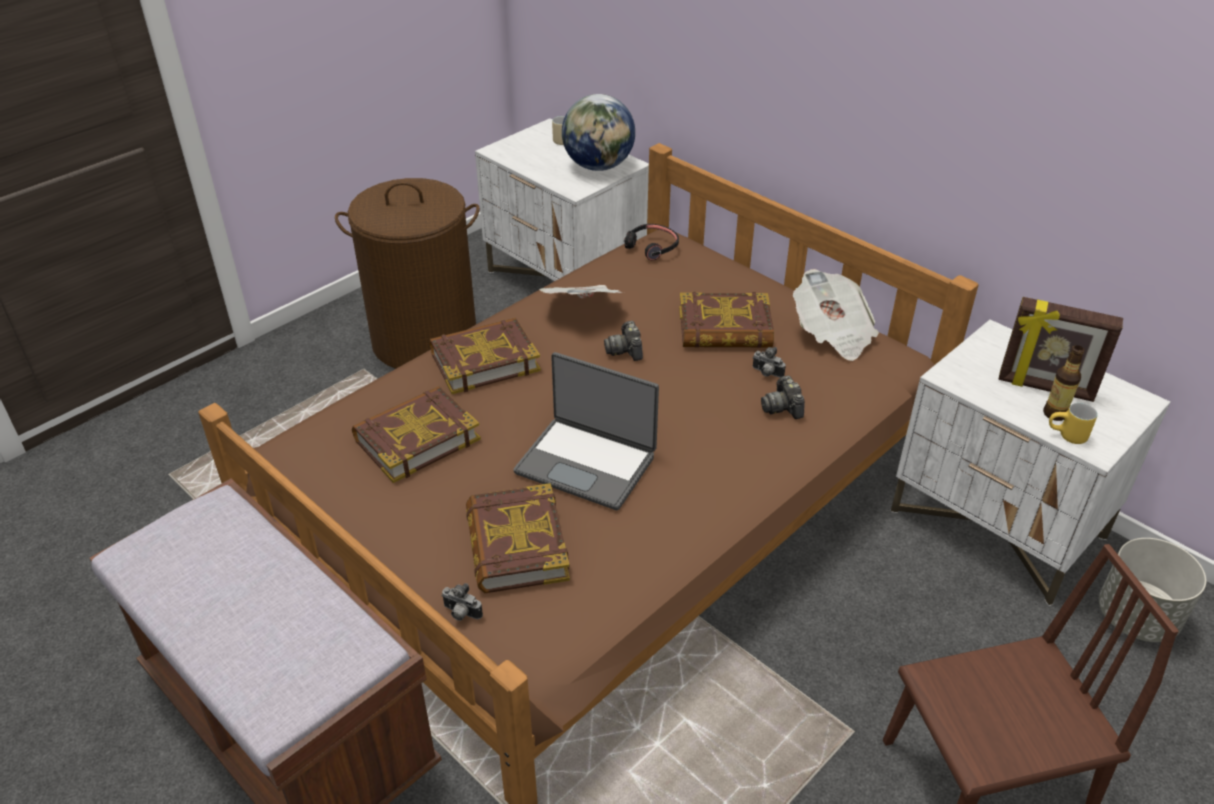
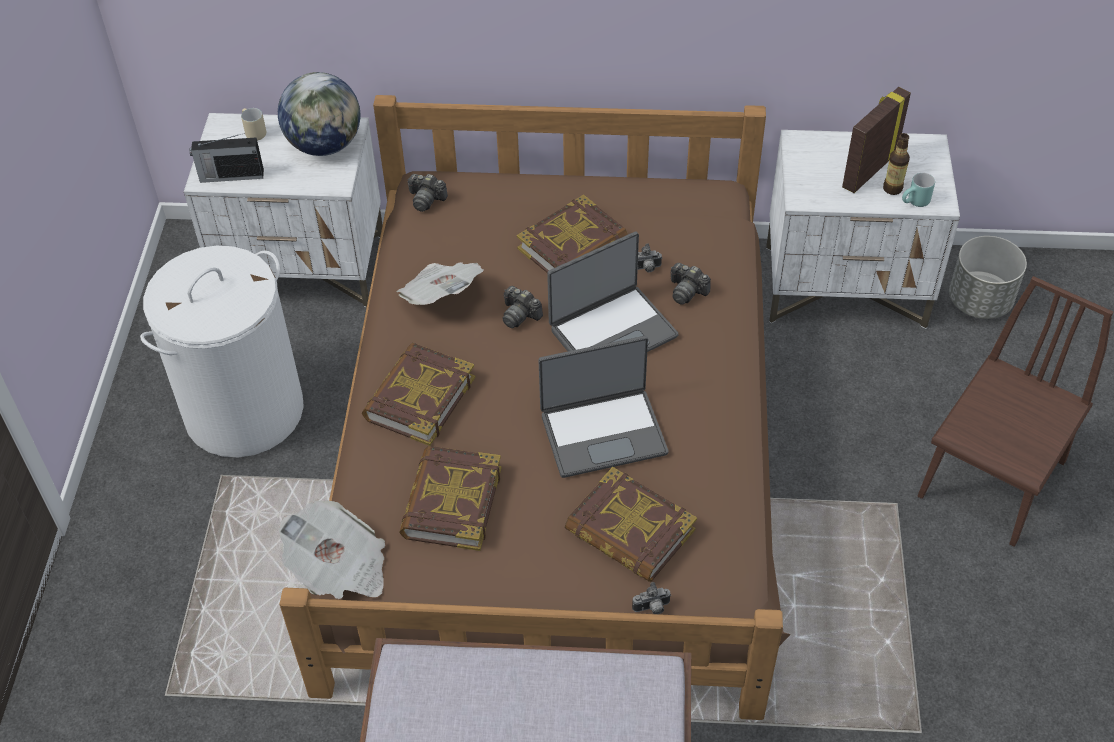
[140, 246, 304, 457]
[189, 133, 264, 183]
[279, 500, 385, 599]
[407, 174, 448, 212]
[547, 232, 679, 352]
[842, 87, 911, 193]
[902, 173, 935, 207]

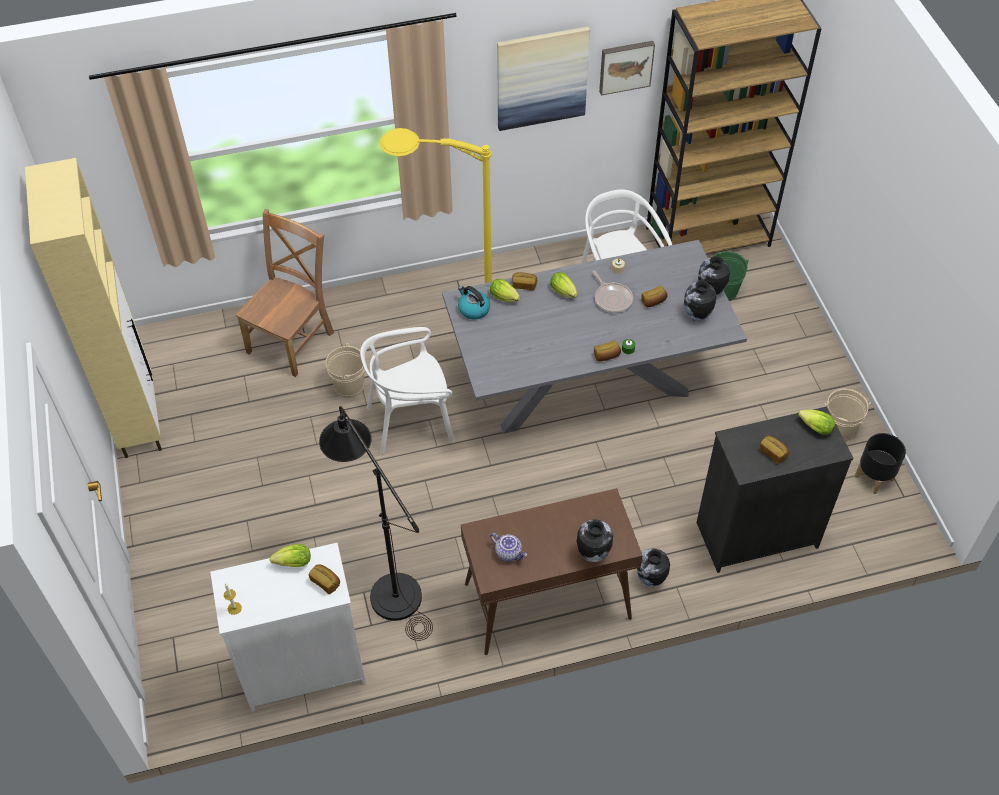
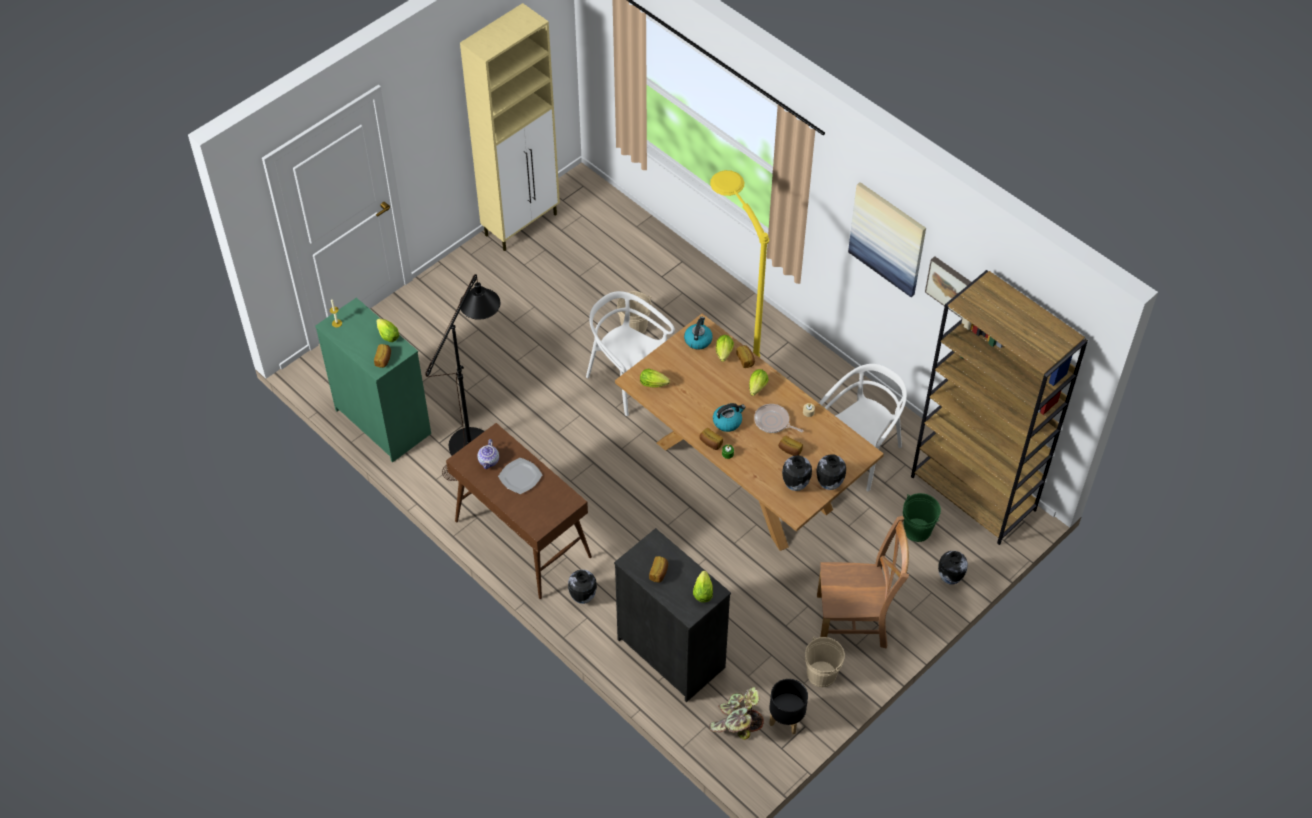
[315, 298, 431, 463]
[498, 458, 542, 494]
[615, 314, 884, 551]
[640, 369, 670, 388]
[709, 687, 764, 740]
[713, 403, 746, 432]
[754, 404, 804, 433]
[817, 516, 909, 649]
[938, 551, 968, 585]

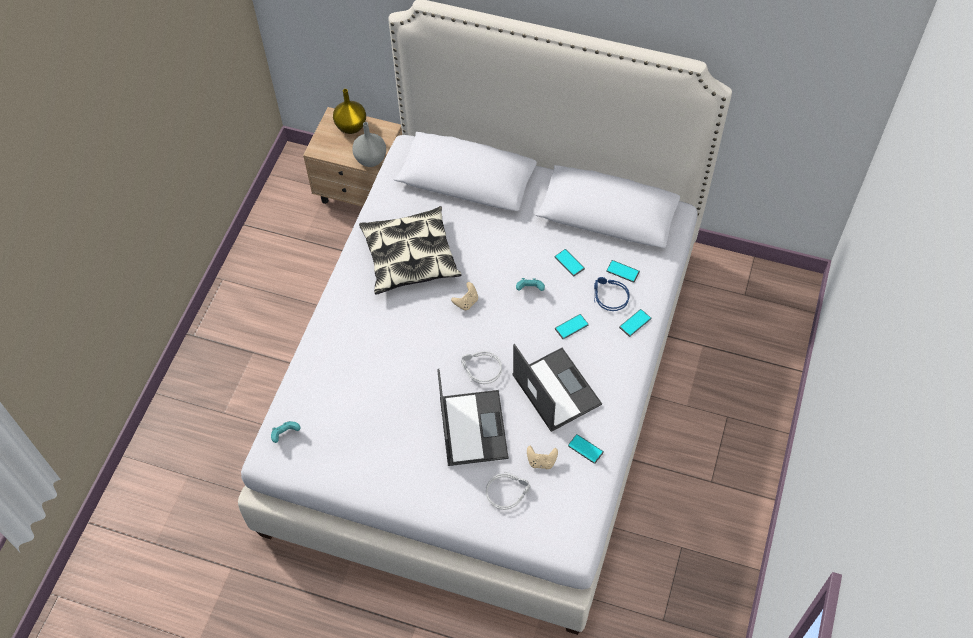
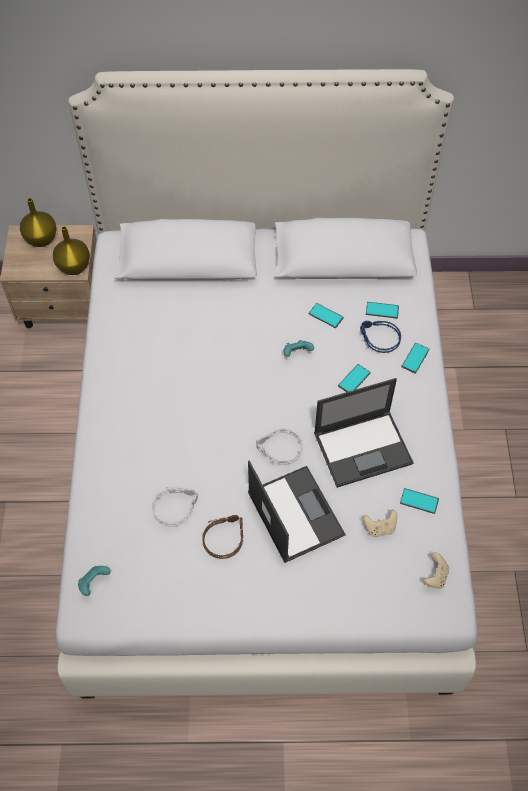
[53, 226, 90, 275]
[152, 487, 198, 527]
[202, 515, 243, 559]
[314, 378, 414, 488]
[423, 553, 450, 589]
[359, 206, 462, 294] (first image)

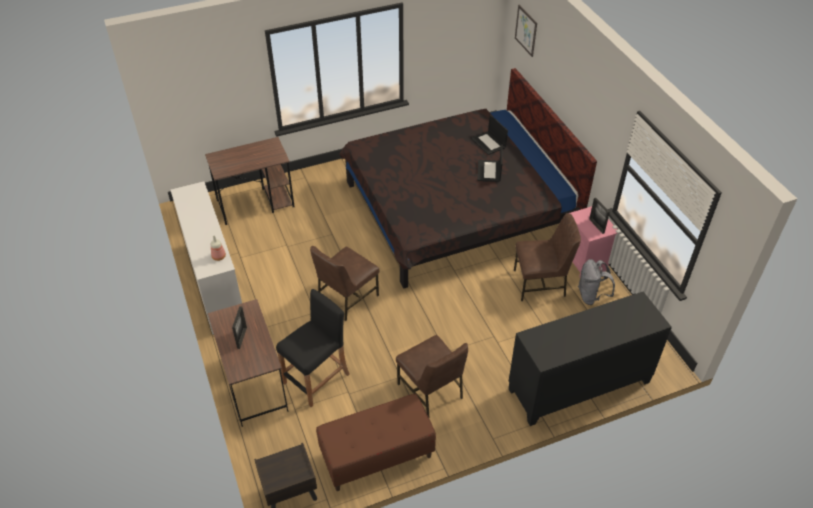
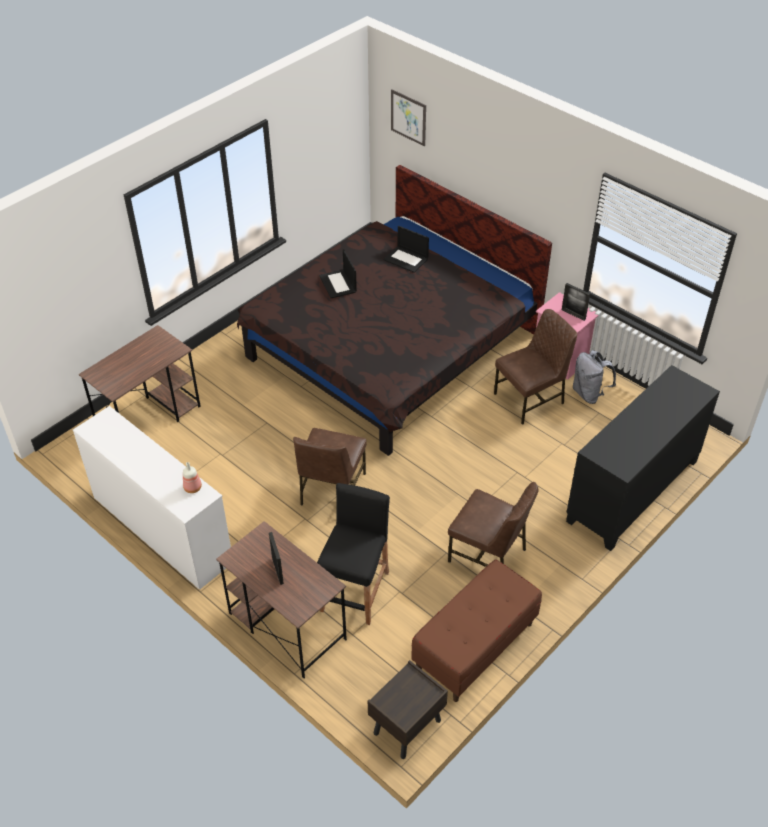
[319, 249, 357, 298]

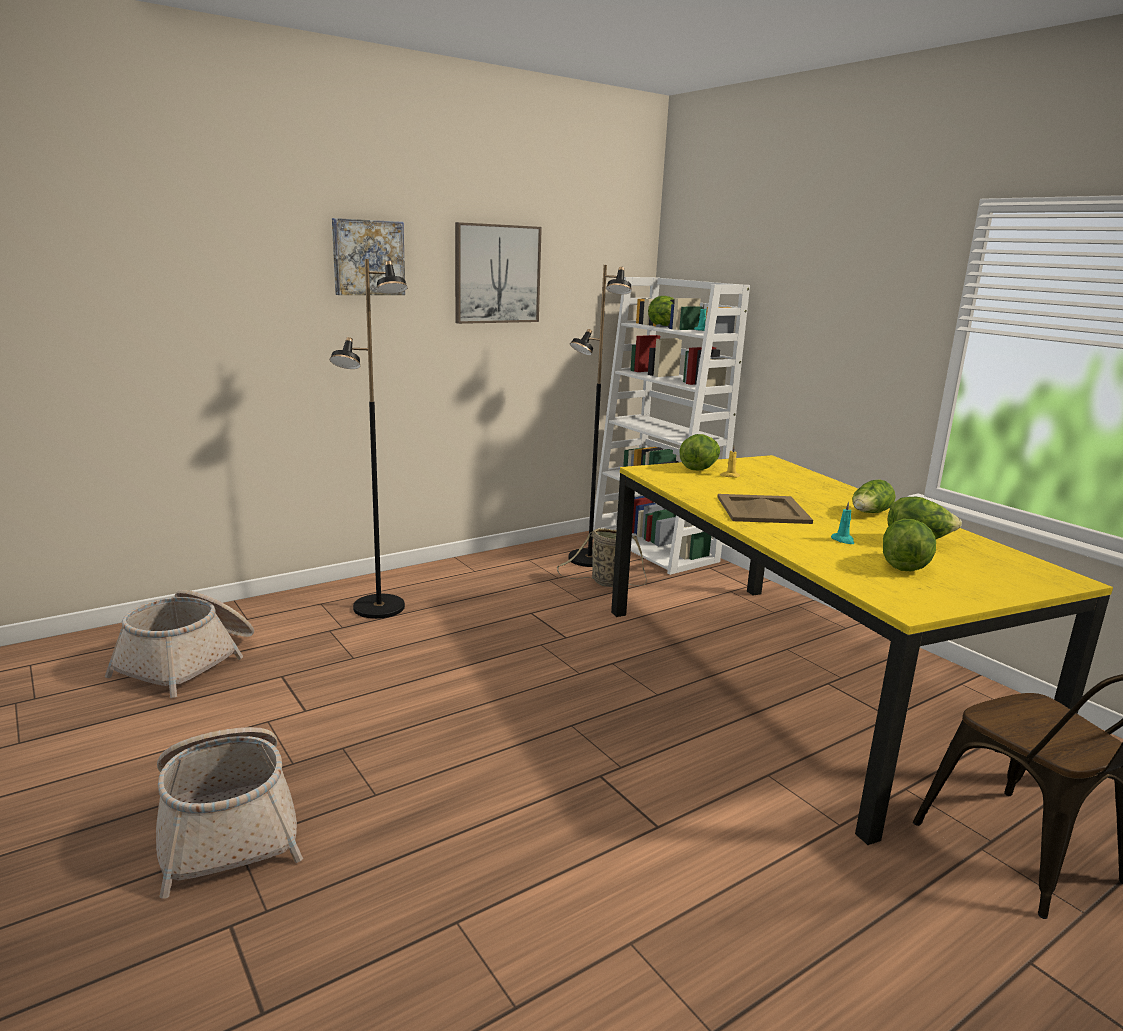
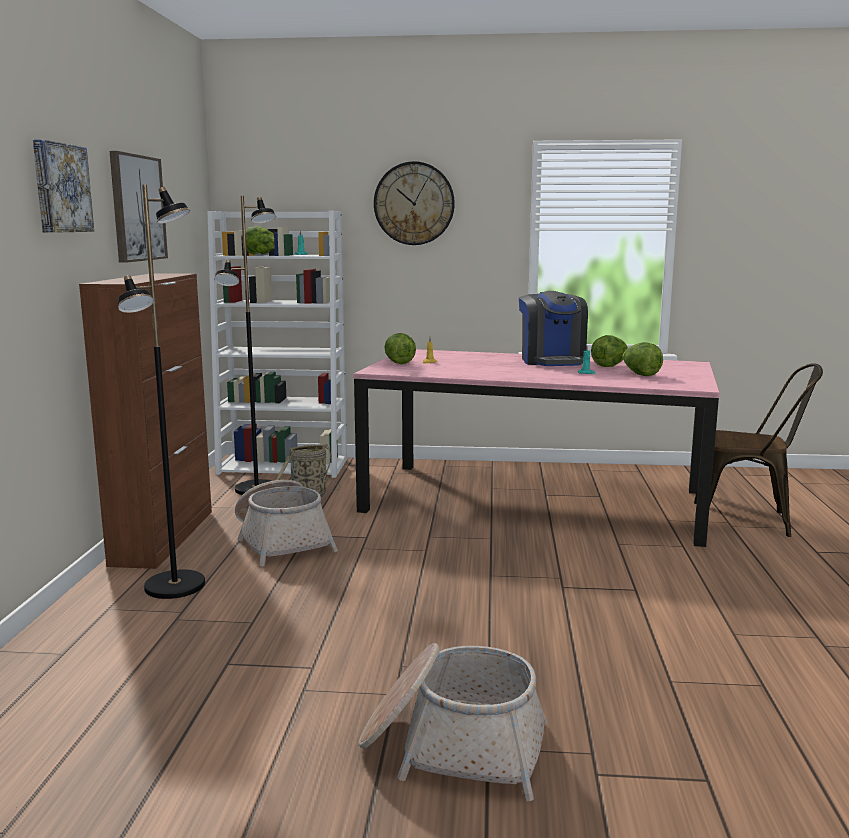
[79, 273, 212, 569]
[235, 480, 338, 567]
[354, 349, 719, 547]
[374, 161, 455, 245]
[519, 291, 588, 366]
[717, 494, 813, 524] (first image)

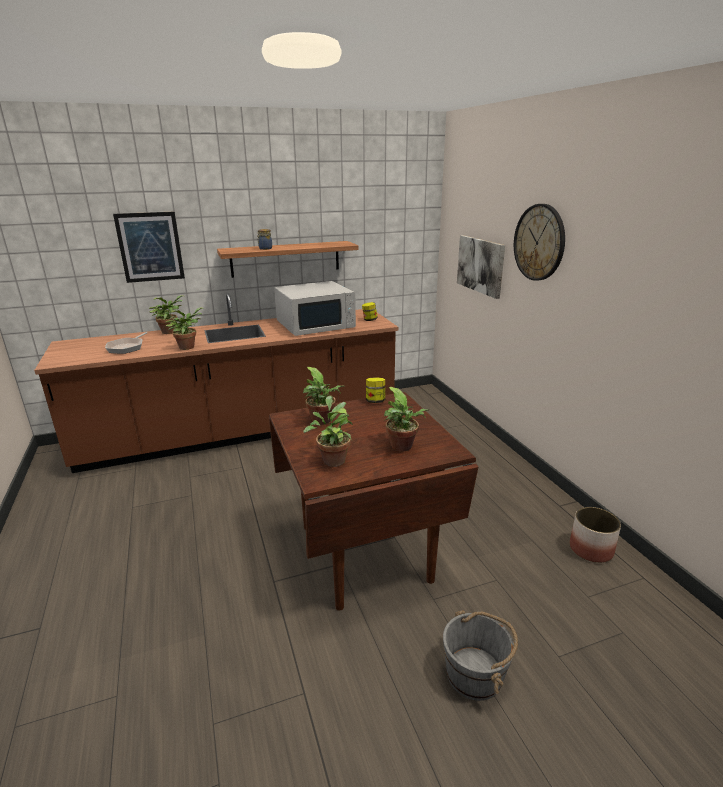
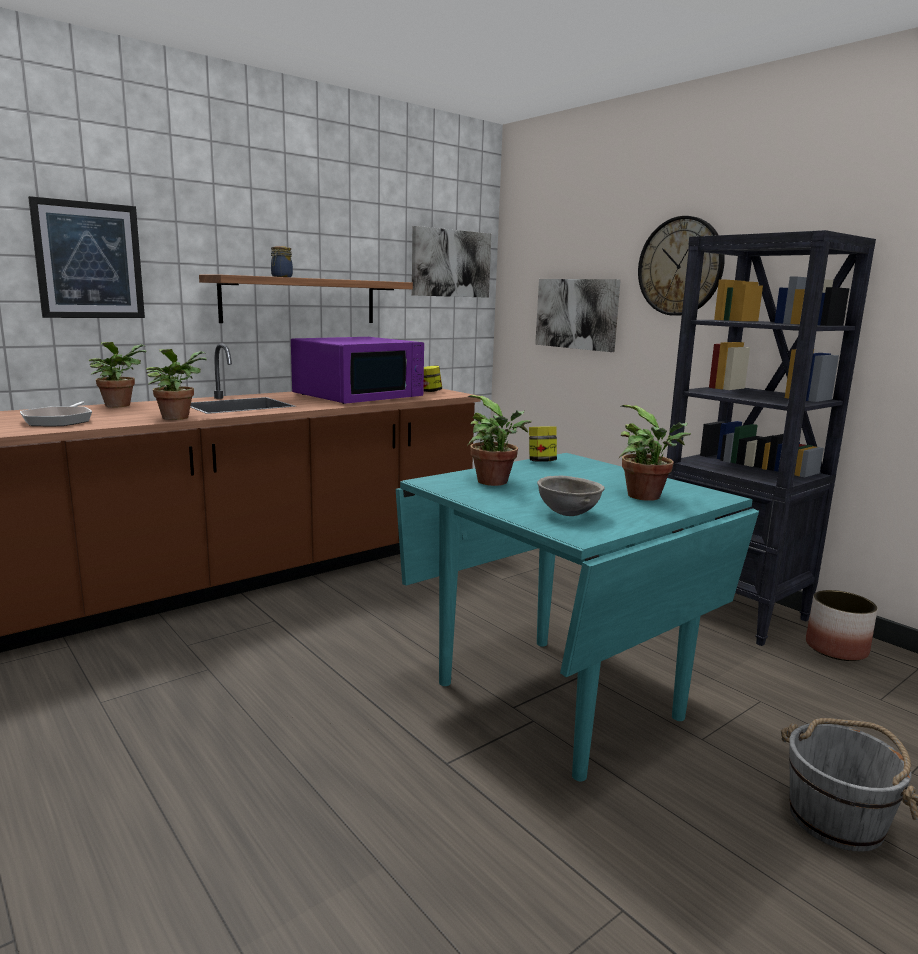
[291, 337, 424, 404]
[396, 453, 759, 781]
[412, 226, 491, 298]
[537, 476, 605, 516]
[667, 230, 876, 646]

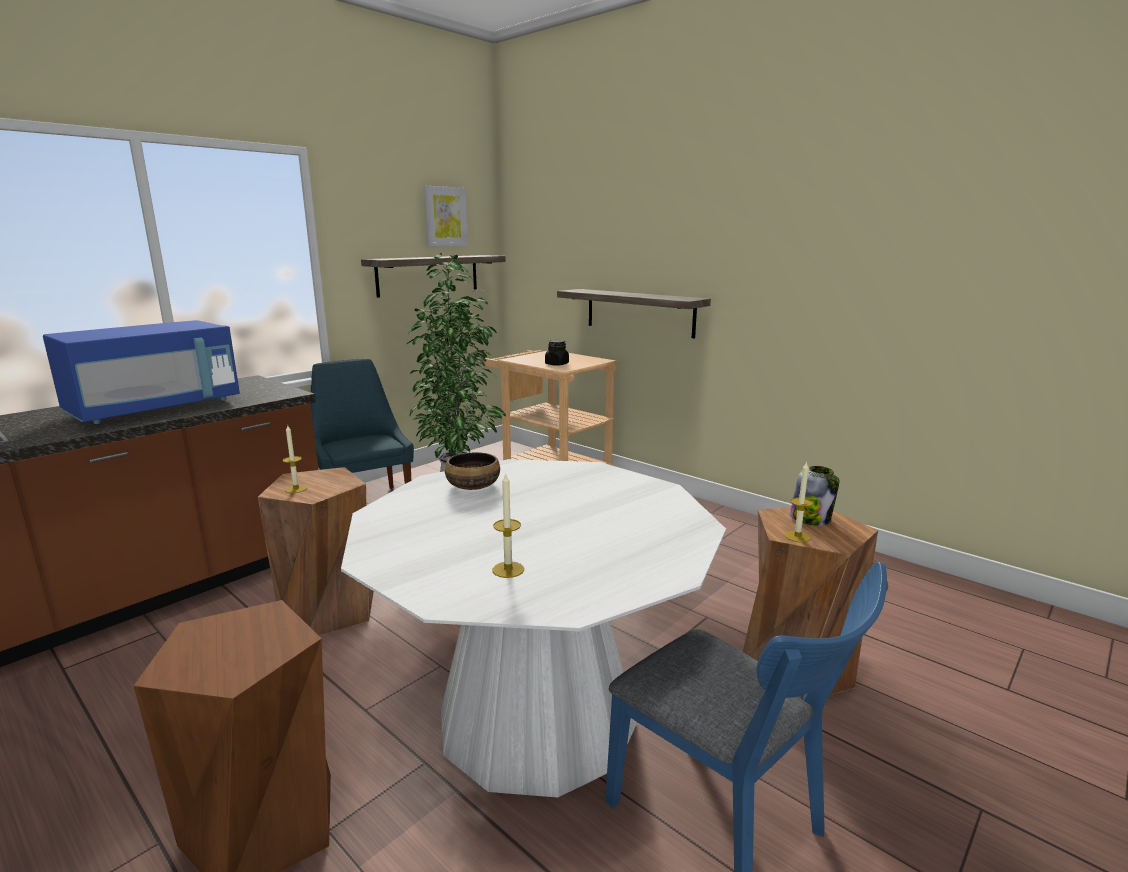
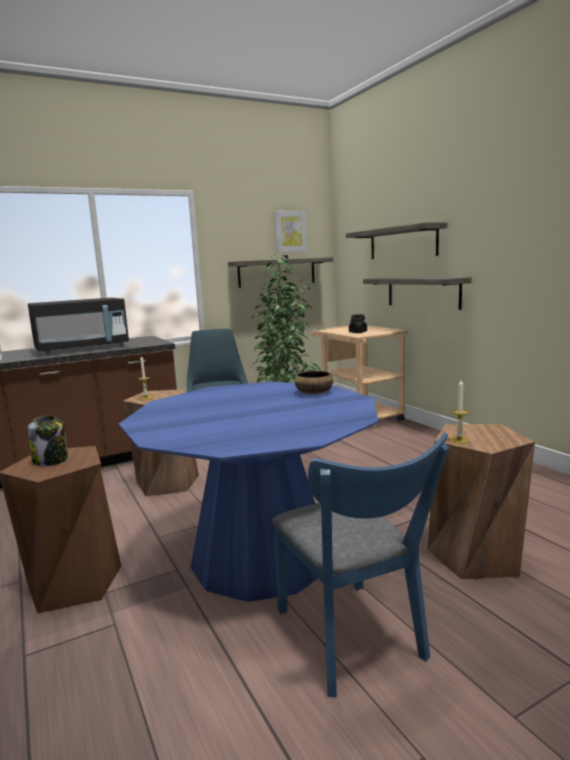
[28, 298, 129, 355]
[28, 416, 68, 466]
[118, 382, 378, 602]
[295, 371, 333, 394]
[346, 222, 448, 259]
[493, 472, 524, 578] (first image)

